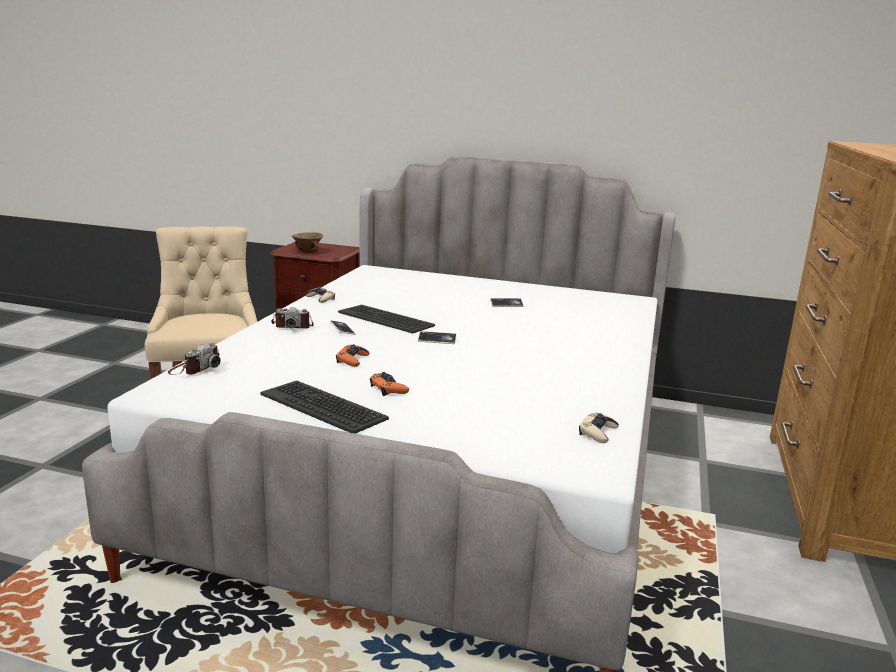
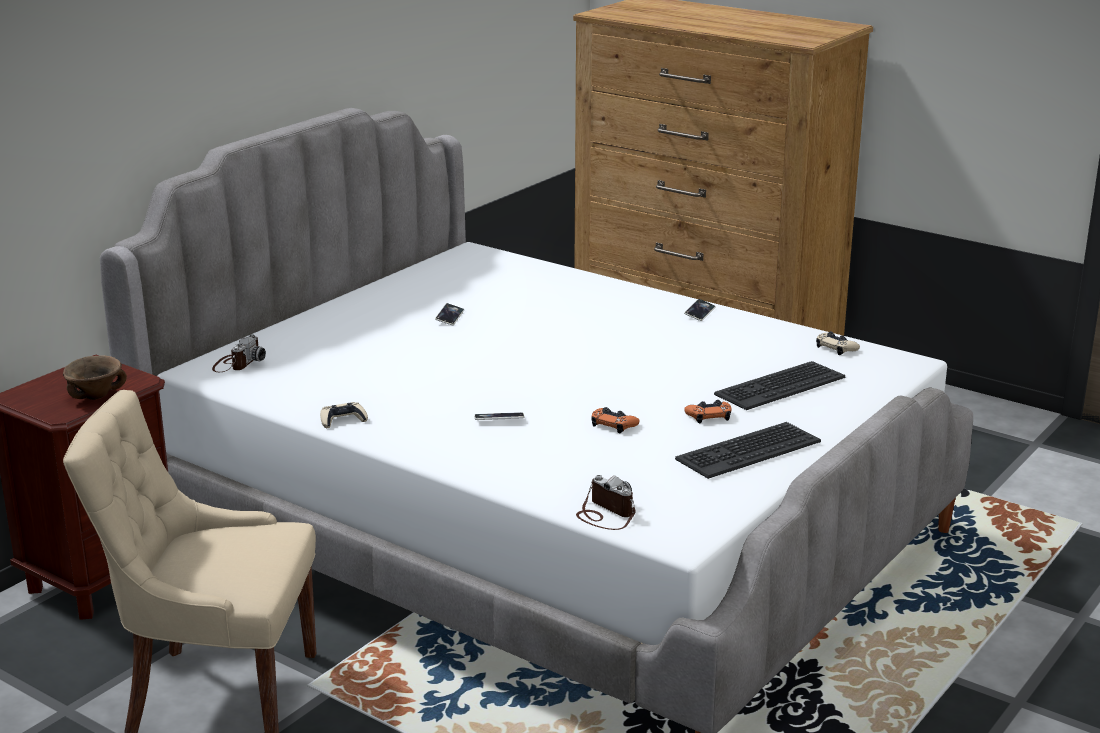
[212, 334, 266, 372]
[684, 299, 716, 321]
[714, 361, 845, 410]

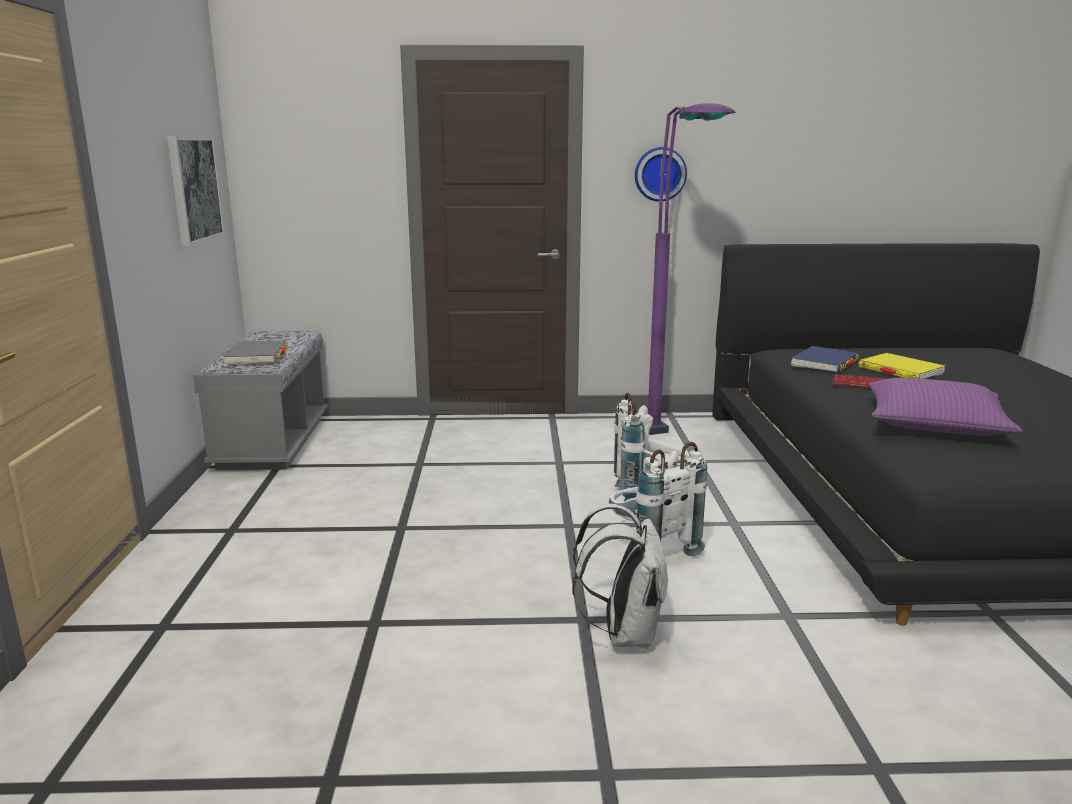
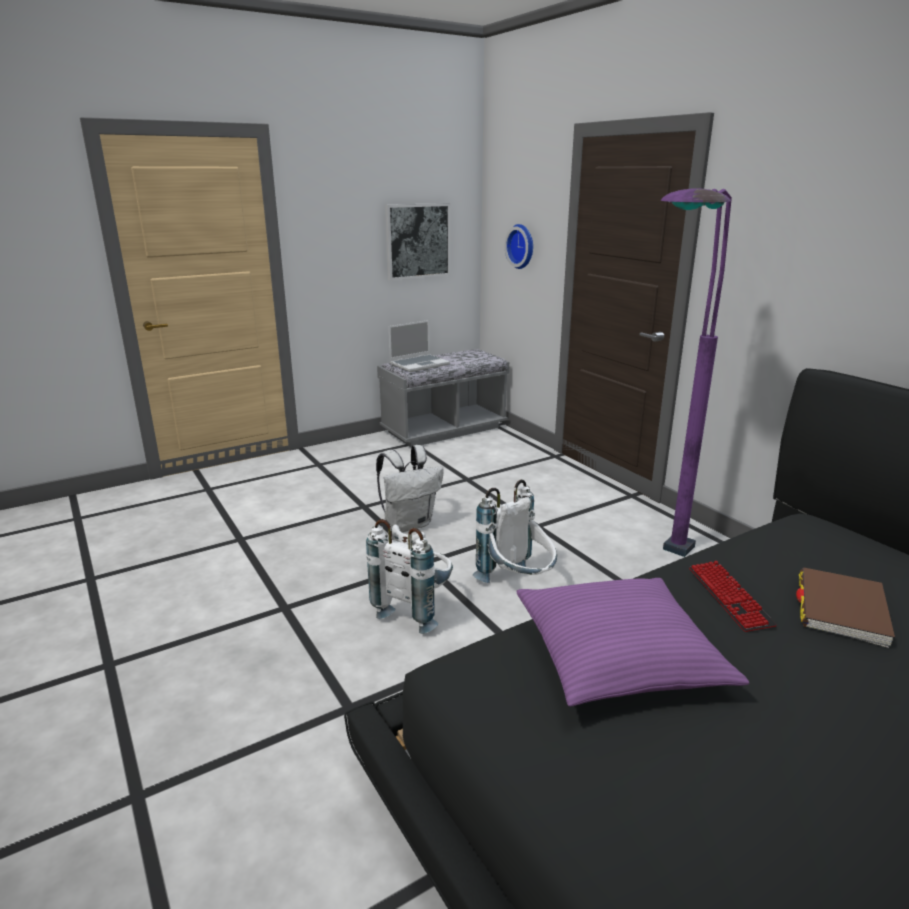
[376, 445, 444, 532]
[389, 320, 450, 372]
[505, 224, 533, 269]
[796, 568, 895, 648]
[791, 346, 859, 372] (first image)

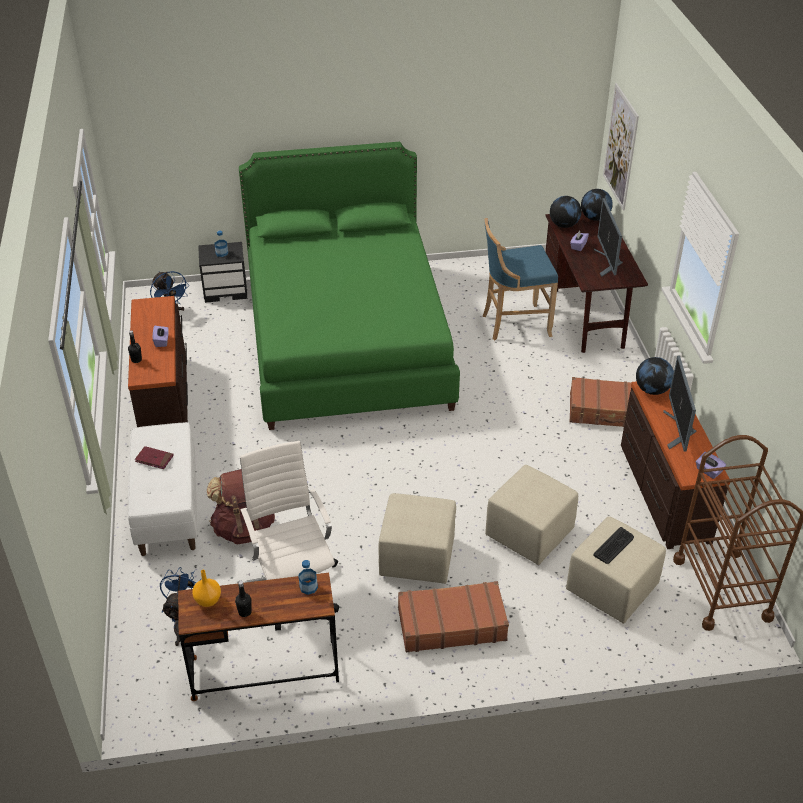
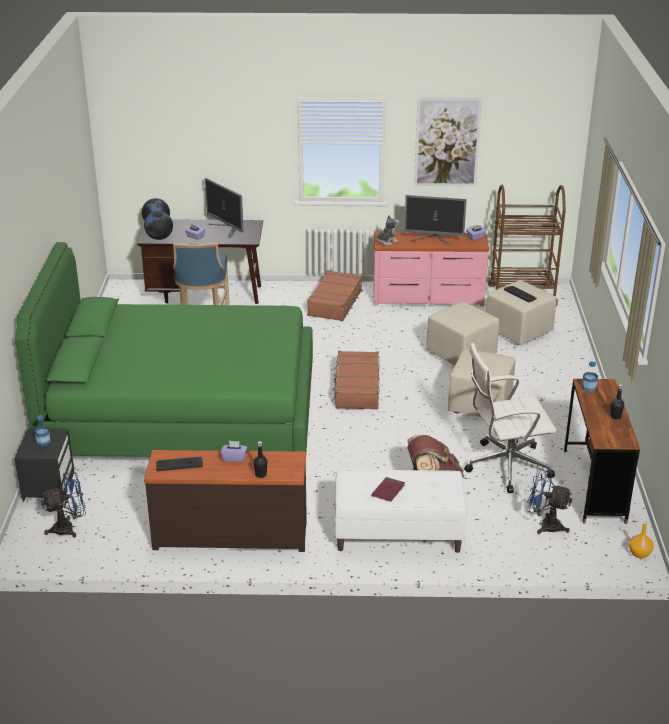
[156, 457, 203, 471]
[205, 178, 244, 239]
[332, 351, 380, 409]
[373, 232, 489, 307]
[375, 215, 399, 245]
[414, 97, 482, 186]
[629, 523, 654, 558]

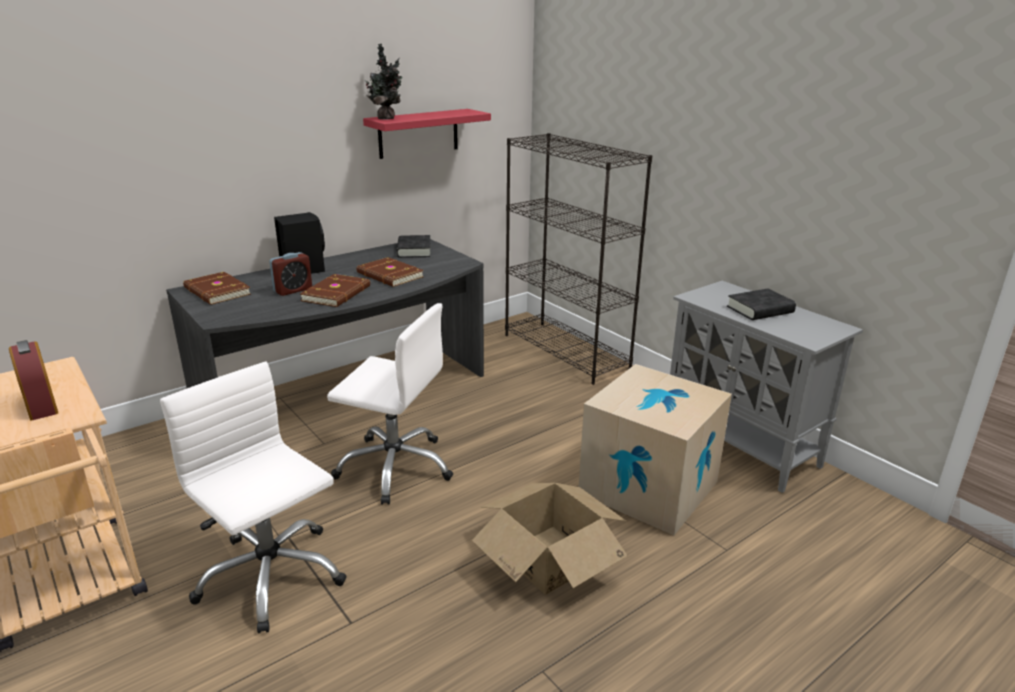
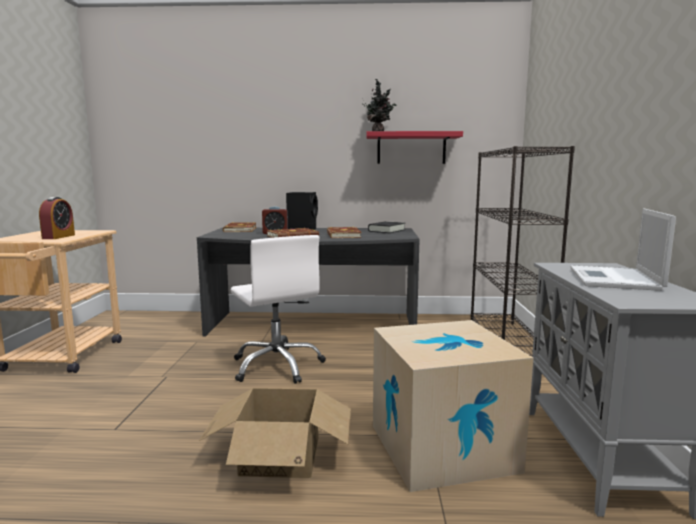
[570, 208, 676, 291]
[160, 362, 347, 633] (first image)

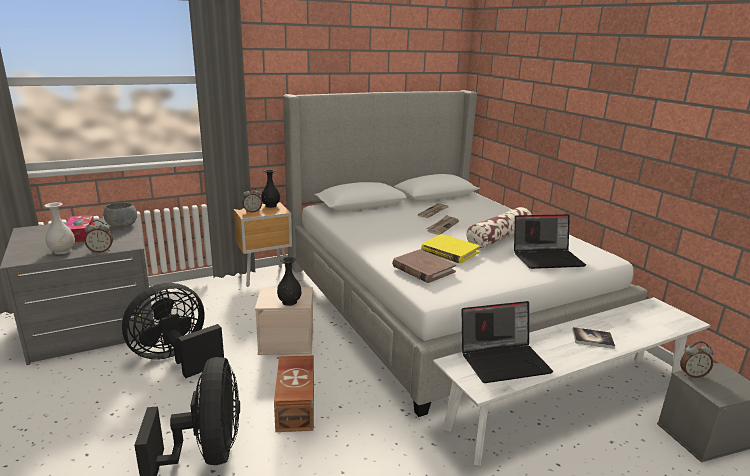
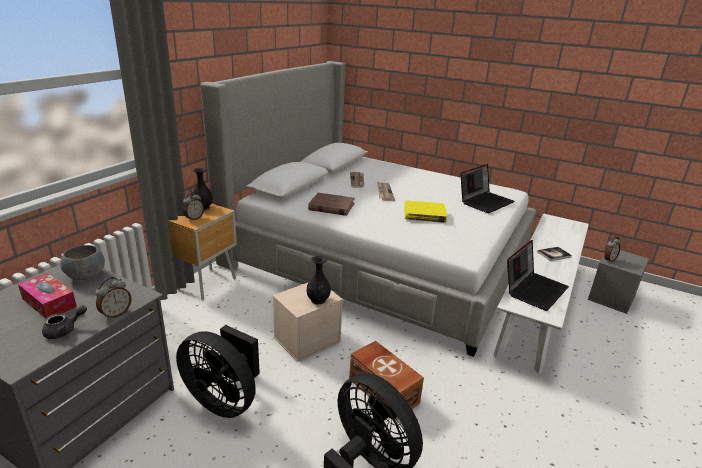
[42, 305, 87, 339]
[176, 325, 260, 418]
[308, 193, 355, 216]
[466, 207, 532, 249] (first image)

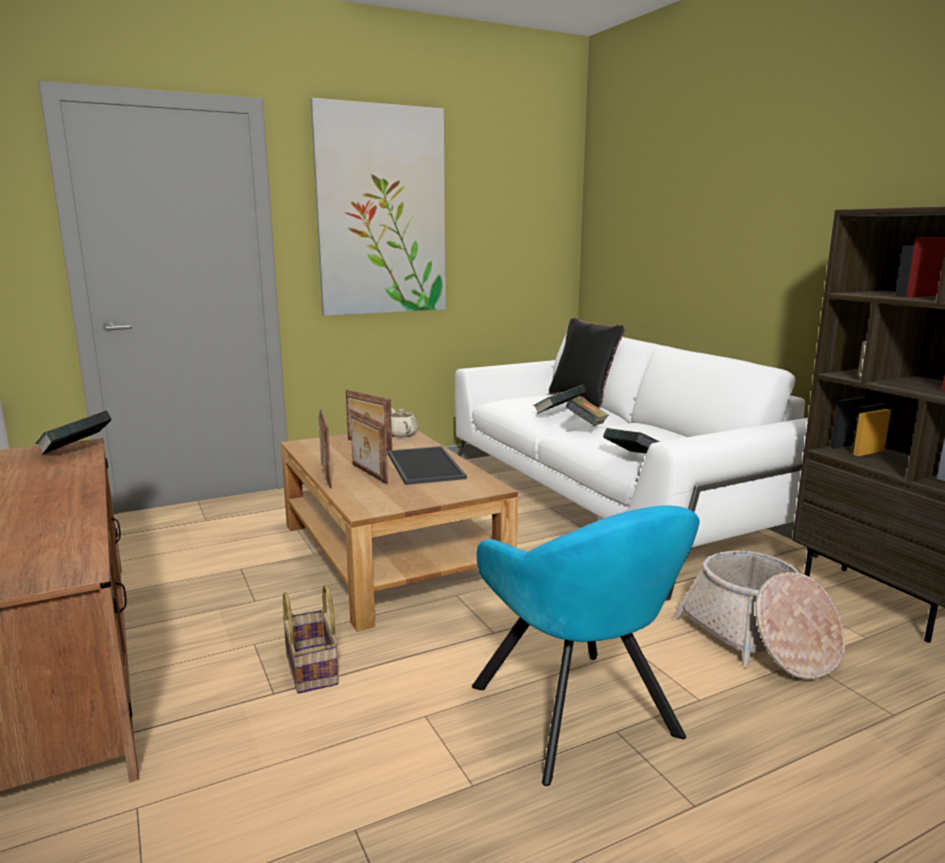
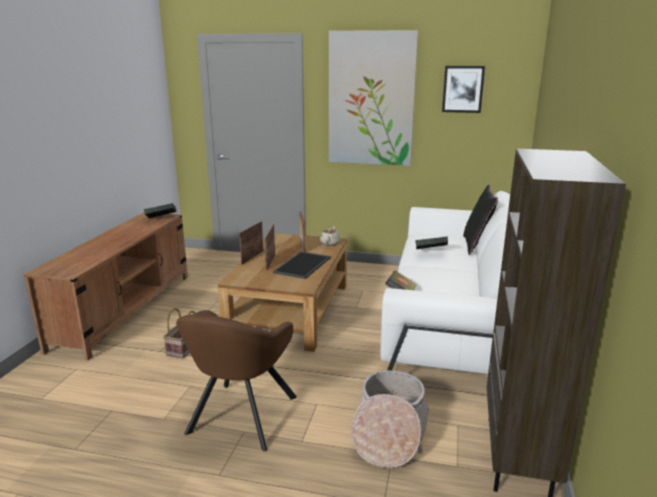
[176, 310, 297, 451]
[442, 66, 485, 113]
[566, 398, 609, 426] (first image)

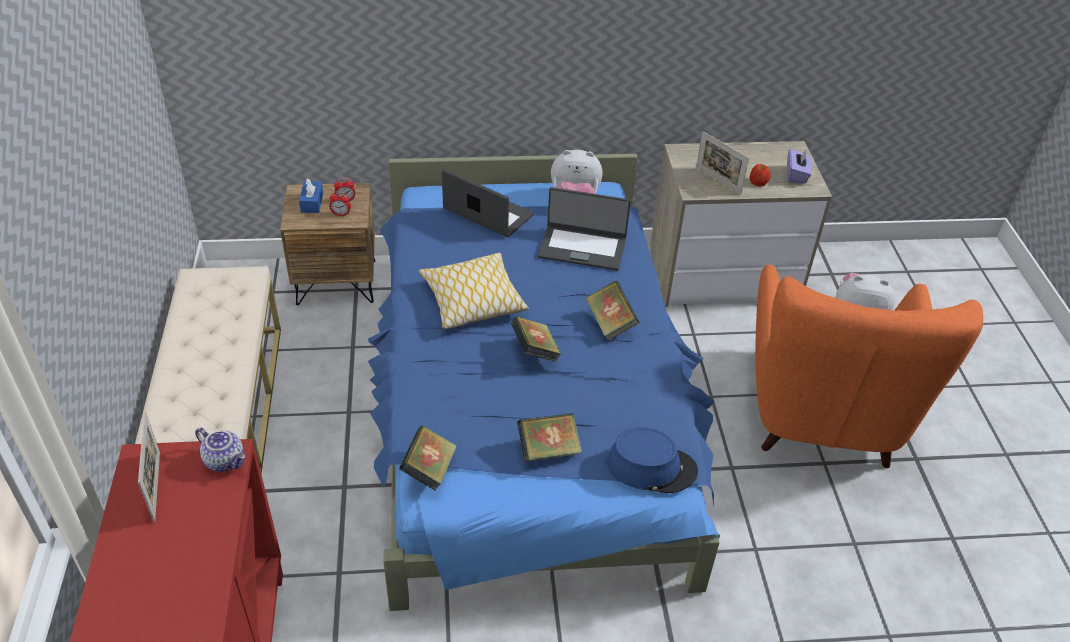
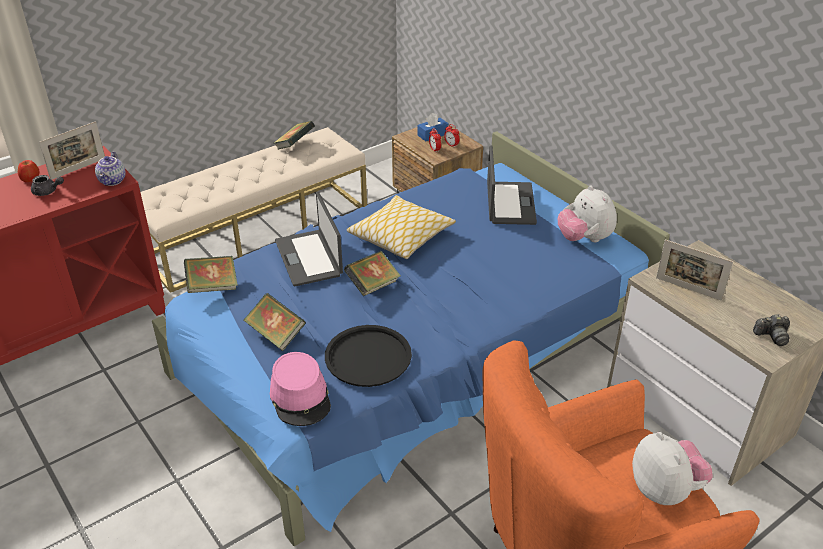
[18, 160, 40, 182]
[31, 175, 64, 196]
[270, 352, 331, 426]
[274, 121, 315, 150]
[275, 192, 343, 287]
[325, 325, 412, 387]
[656, 239, 733, 301]
[753, 314, 790, 346]

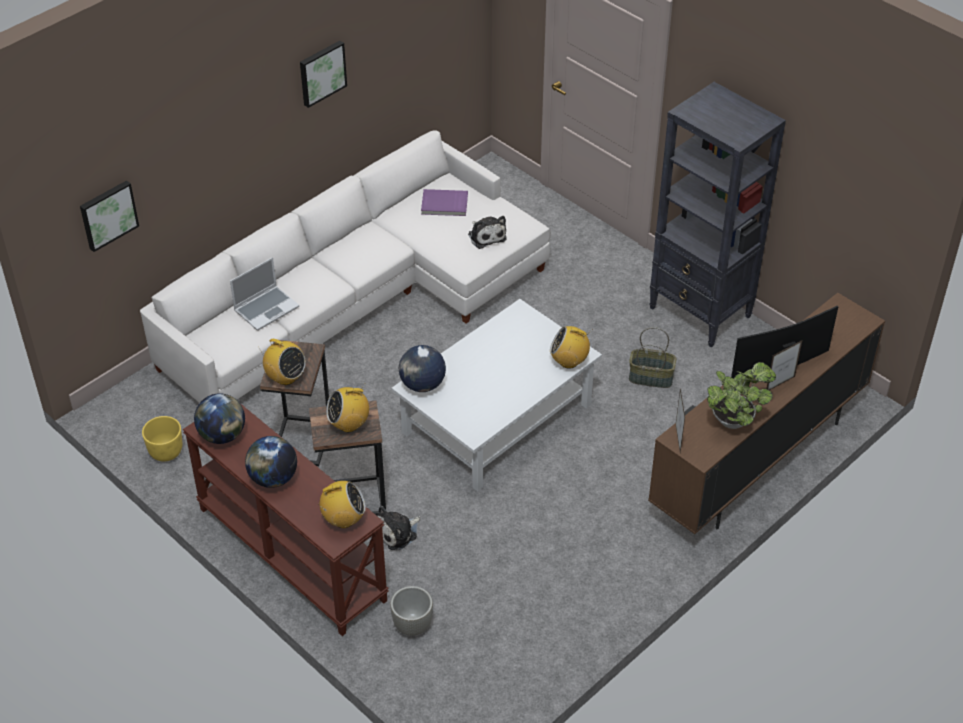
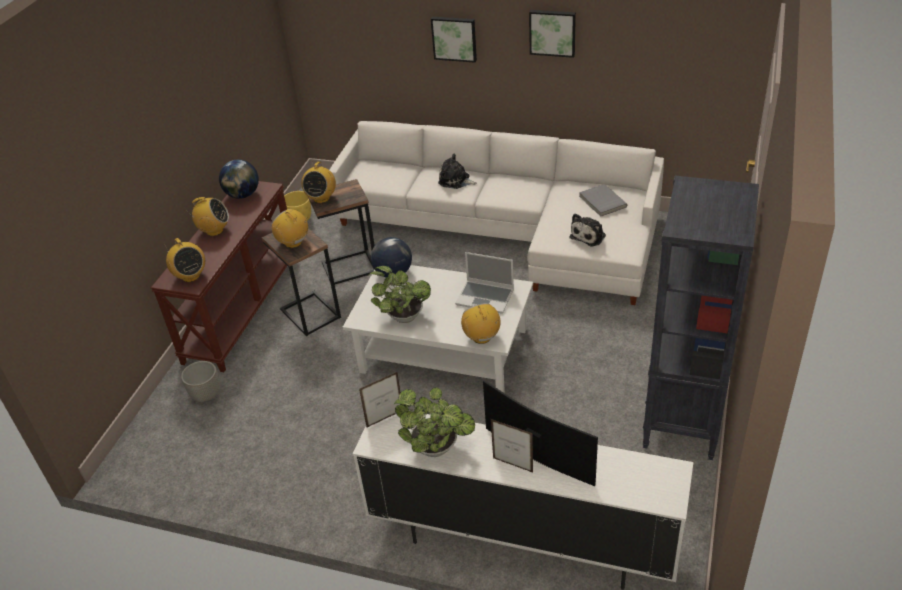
[186, 197, 229, 236]
[353, 413, 694, 590]
[368, 266, 431, 323]
[431, 17, 477, 63]
[438, 153, 477, 189]
[455, 252, 514, 314]
[579, 184, 627, 217]
[629, 327, 677, 388] (first image)

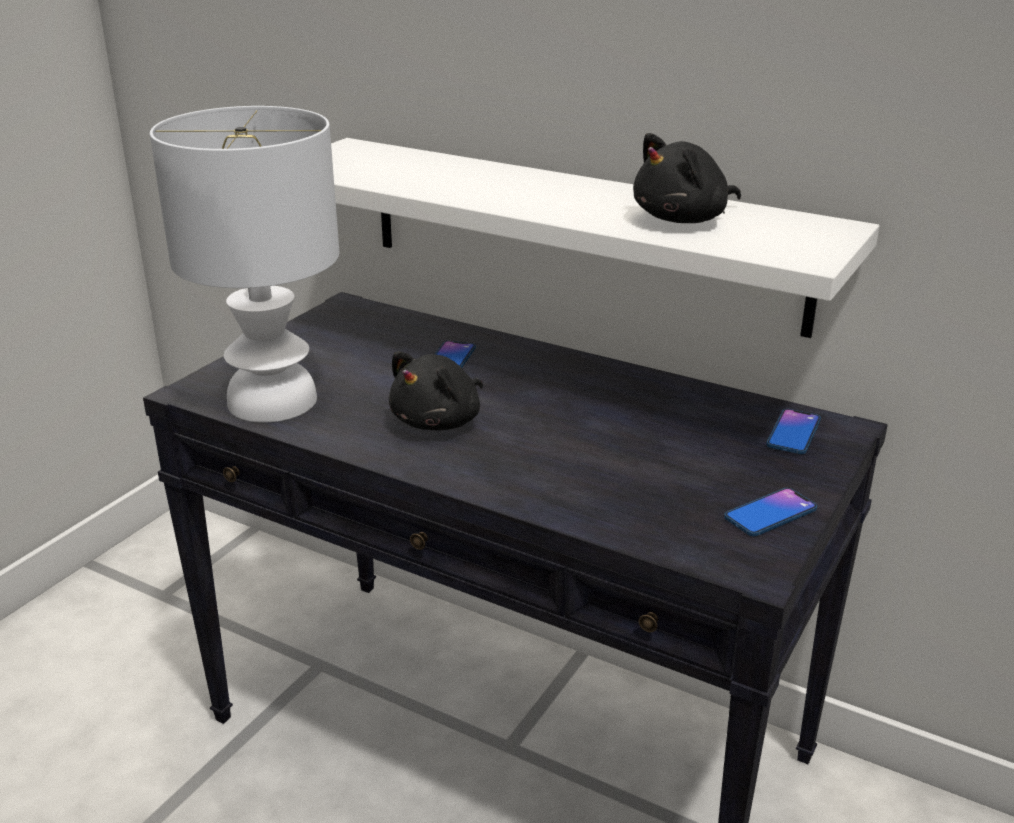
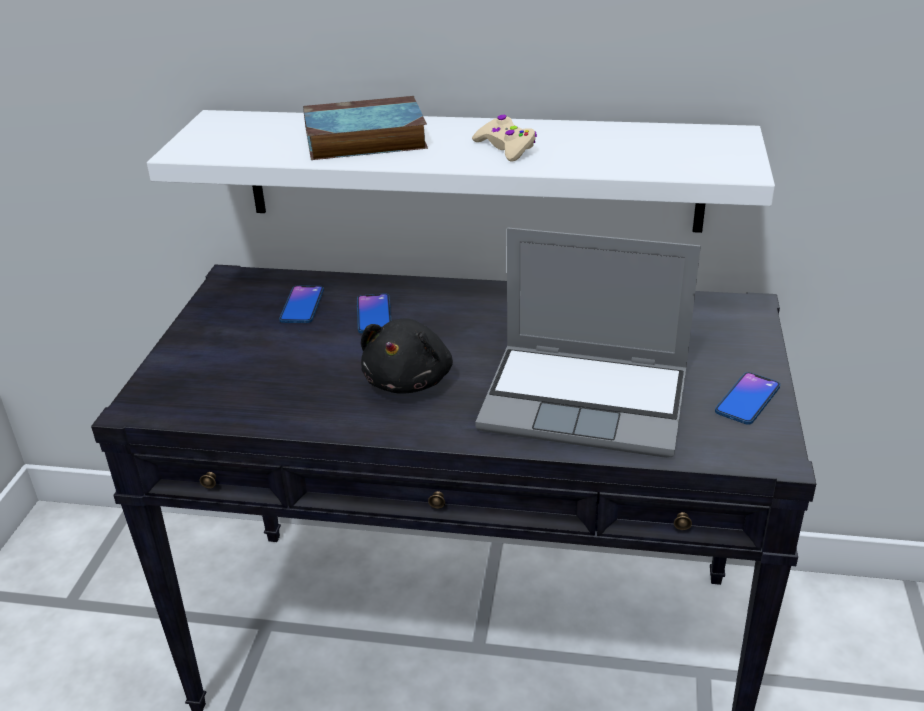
[279, 286, 324, 323]
[303, 96, 428, 160]
[472, 115, 537, 162]
[475, 228, 701, 458]
[150, 106, 339, 422] (first image)
[633, 133, 741, 223] (first image)

